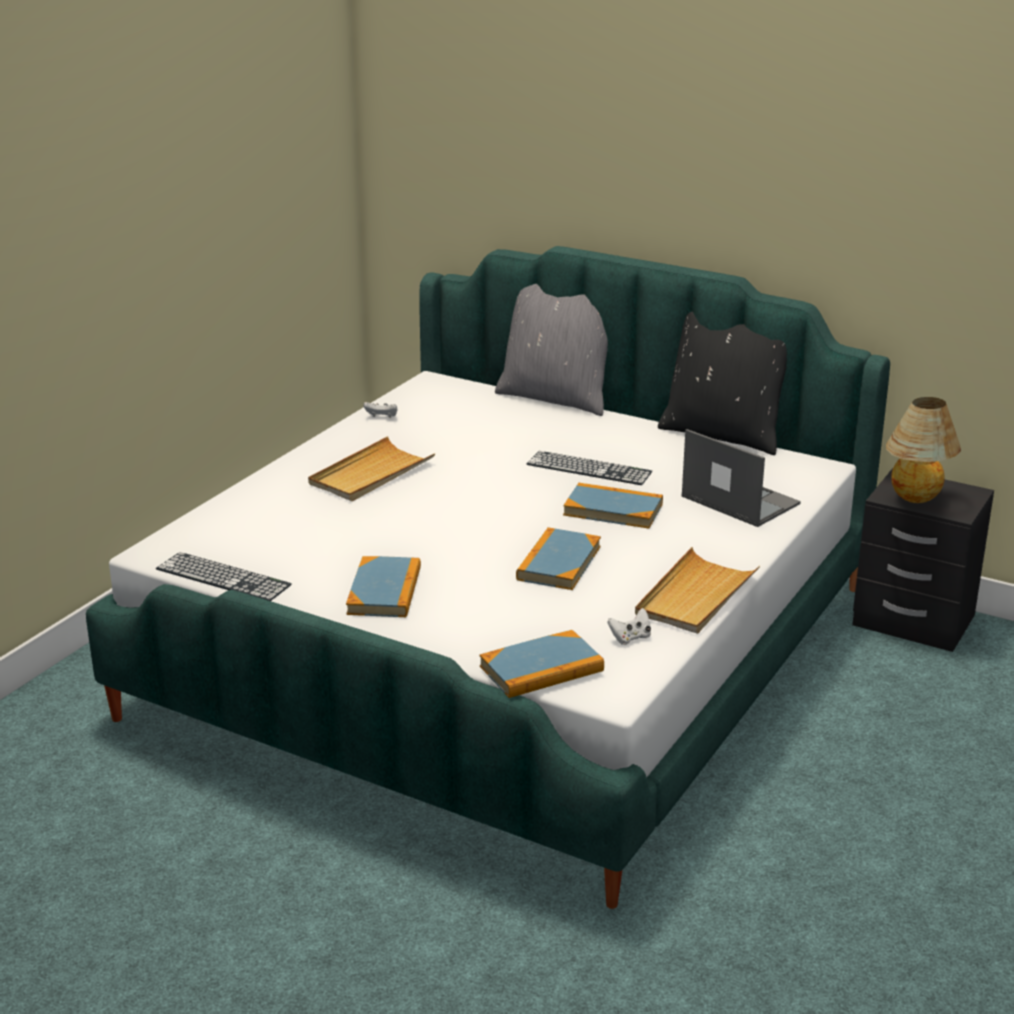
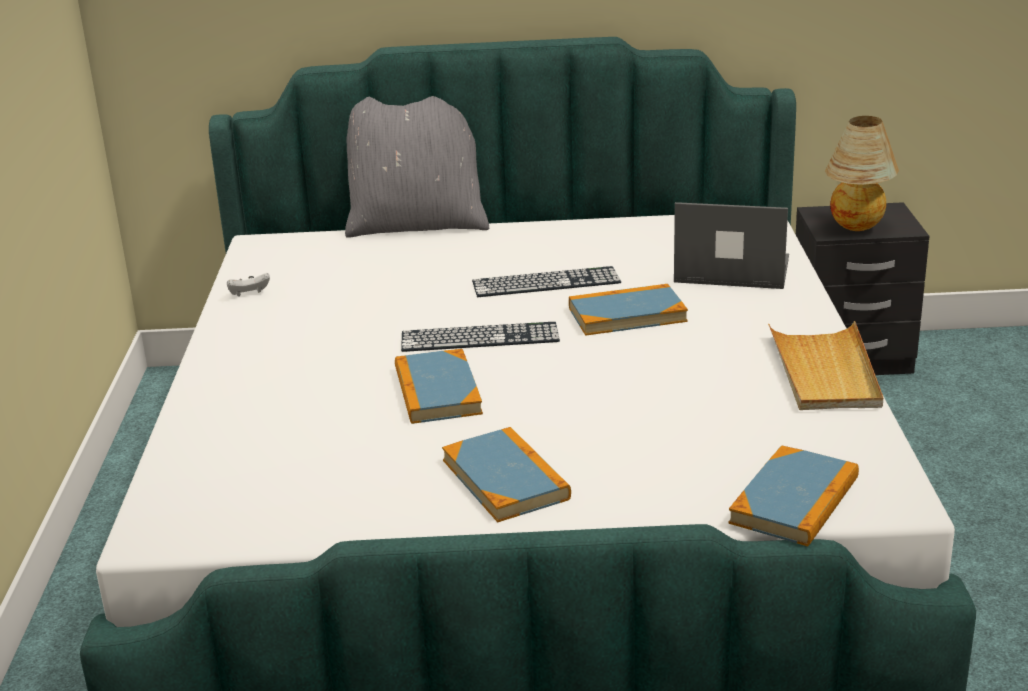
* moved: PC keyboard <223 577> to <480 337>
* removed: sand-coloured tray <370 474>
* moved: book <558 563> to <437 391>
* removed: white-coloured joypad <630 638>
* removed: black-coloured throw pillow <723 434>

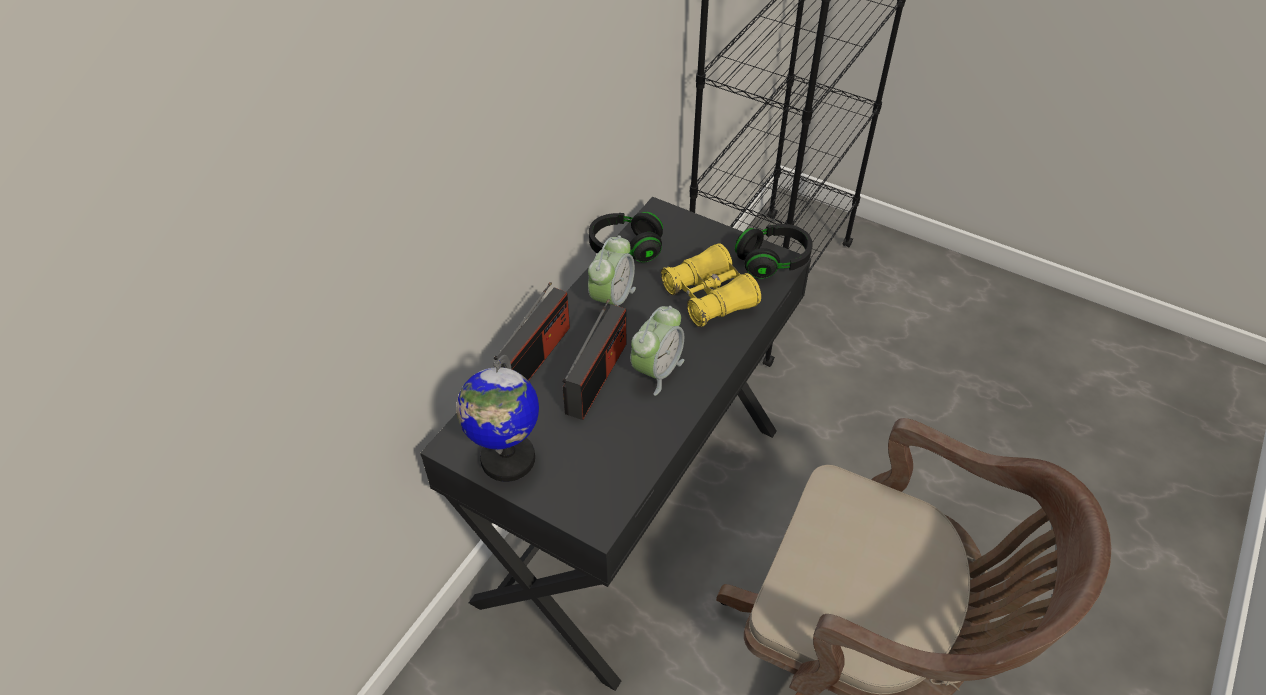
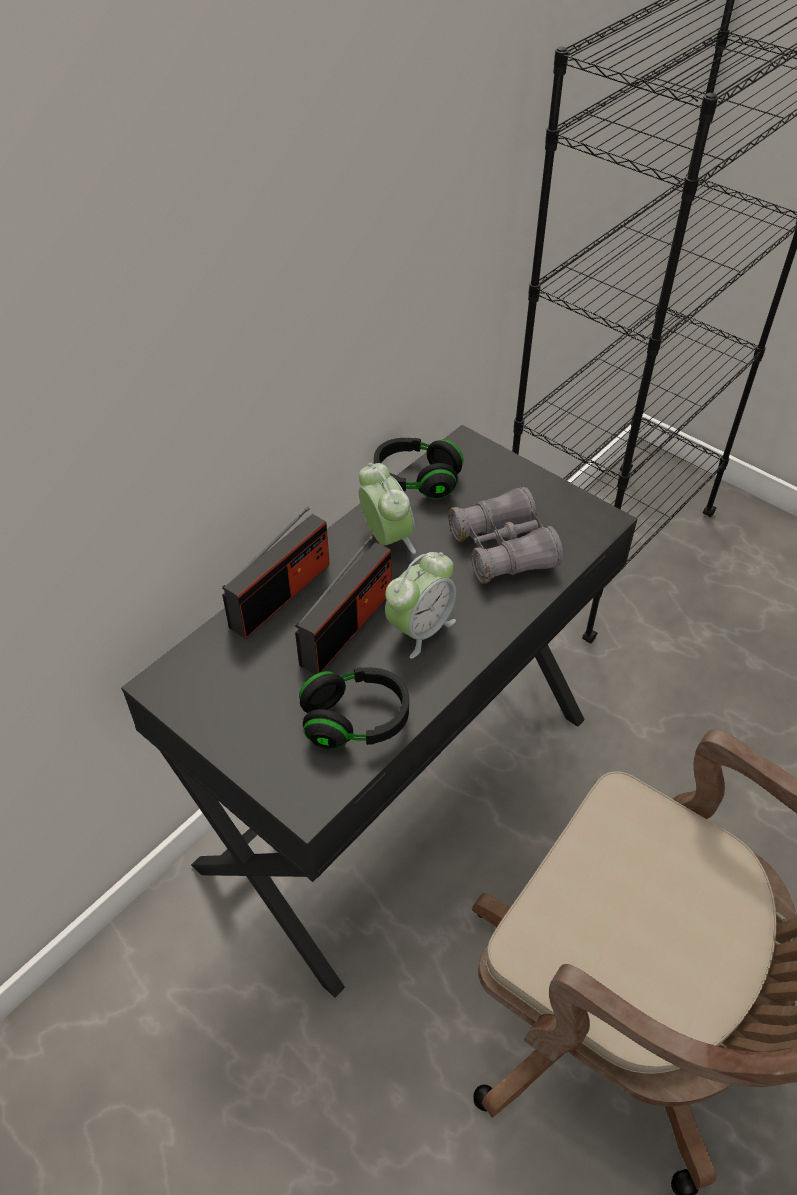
* removed: desk globe <507 459>
* turned: table clock <612 300> = <386 538> 60 degrees counterclockwise
* recoloured: yellow field glasses <709 297> to gray field glasses <503 549>
* moved: black-coloured headphones <773 261> to <356 720>

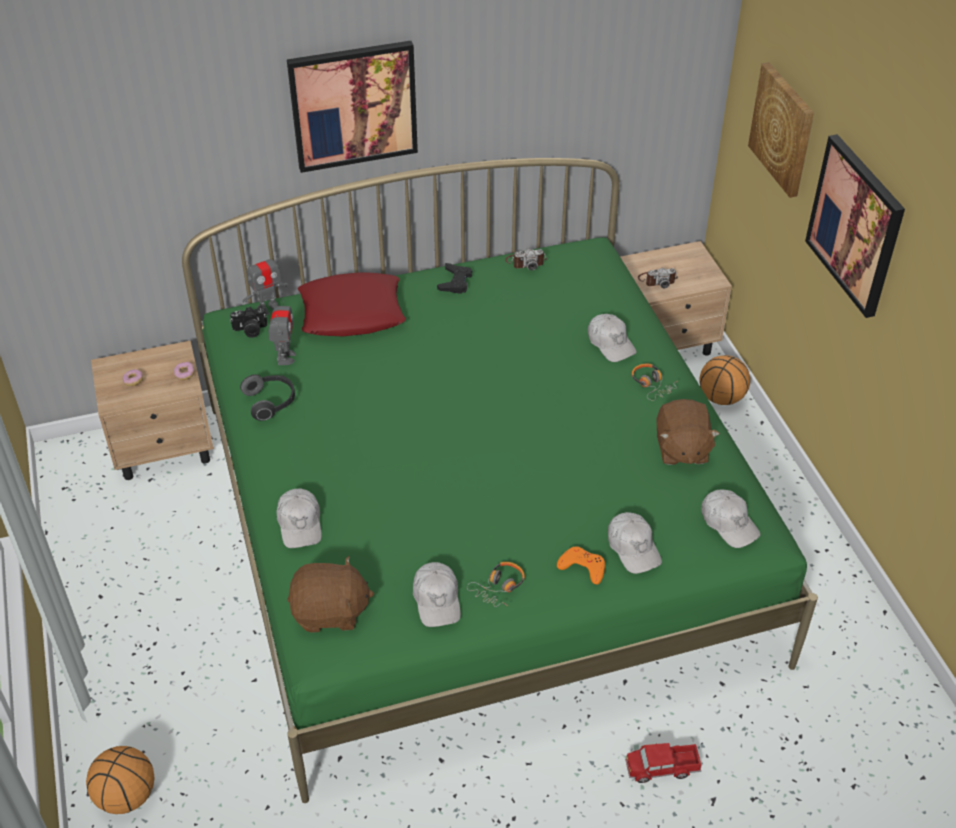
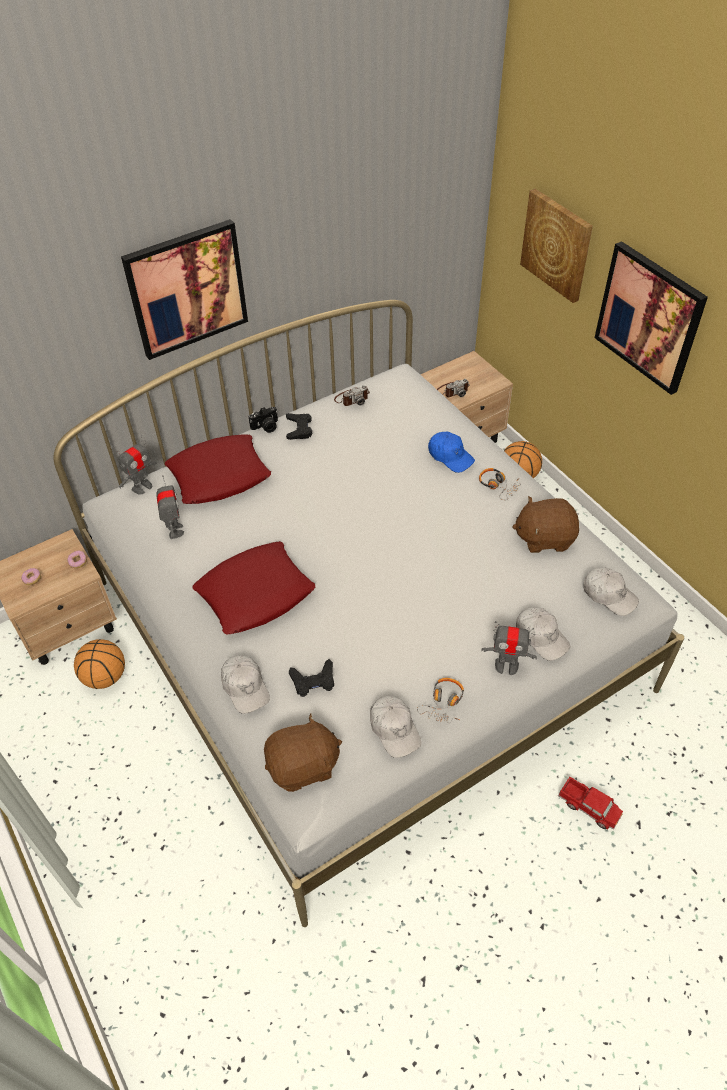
* moved: ball for basketball <127 795> to <106 676>
* recoloured: green sleeping bed <478 527> to white-coloured sleeping bed <365 633>
* moved: still camera <250 330> to <266 427>
* removed: headphones <271 403>
* replaced: orange joypad <582 567> to robot figure <506 666>
* recoloured: white-coloured baseball cap <610 343> to bluish baseball cap <450 456>
* turned: model truck <662 768> = <589 807> 120 degrees counterclockwise
* turned: brown-coloured cuddly toy <681 449> = <544 537> 105 degrees clockwise
* added: reddish throw pillow <255 593>
* added: black-coloured joypad <313 681>

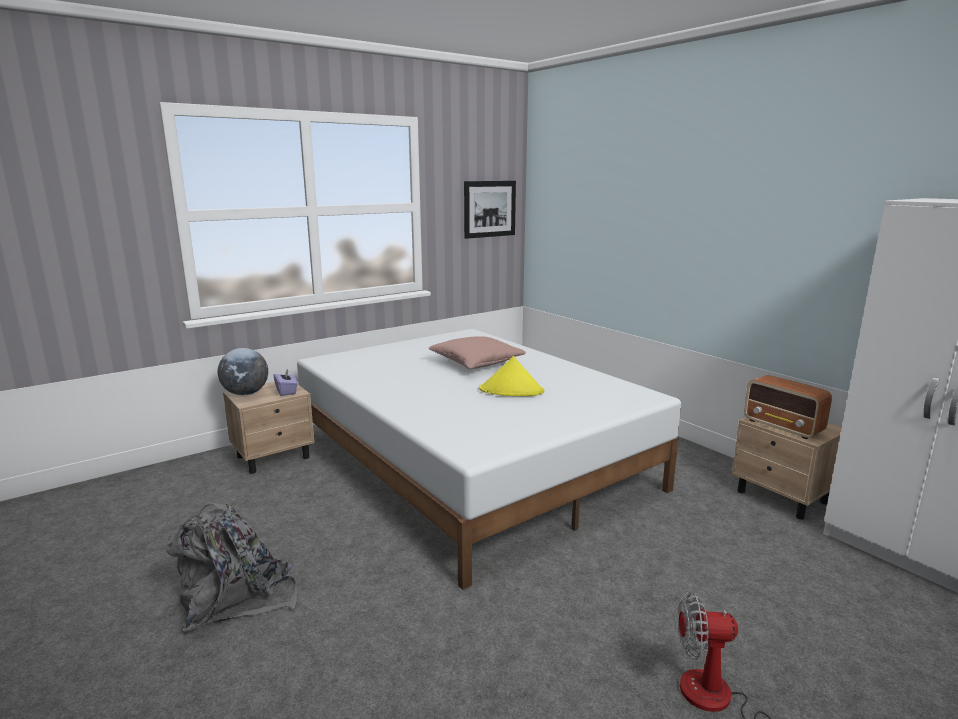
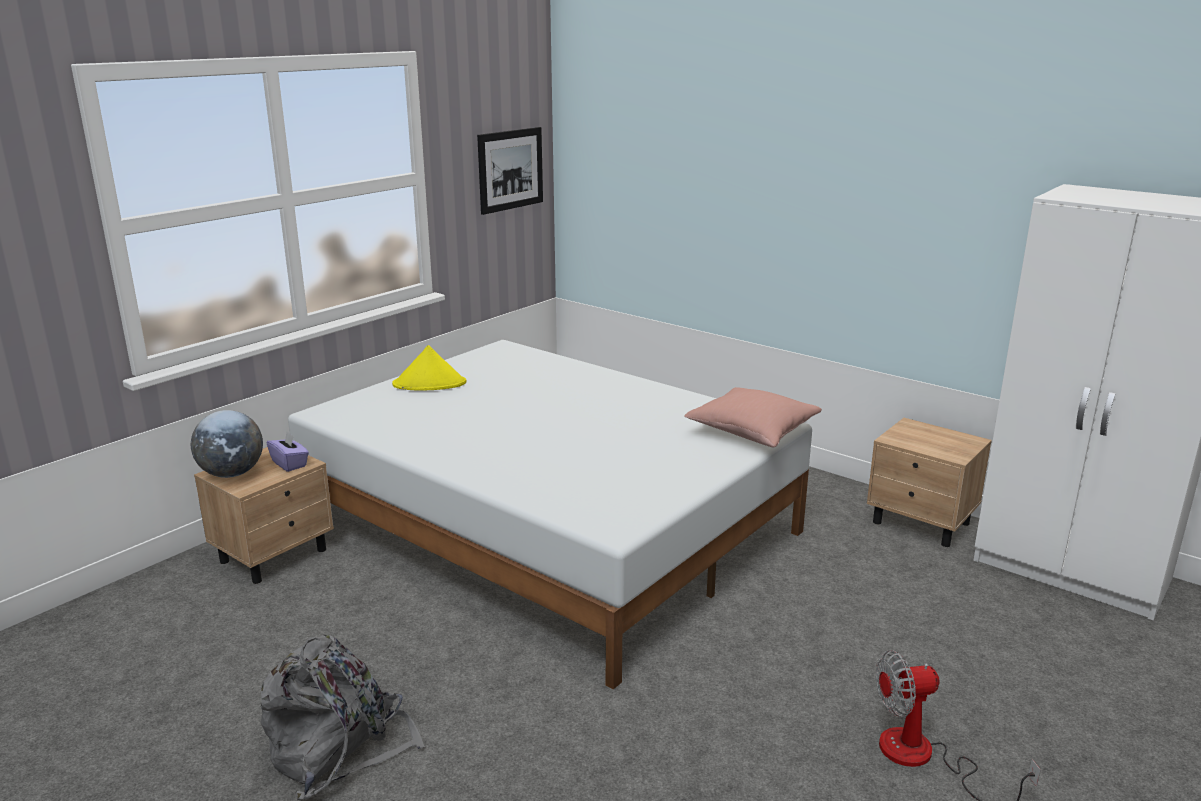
* moved: pink-coloured throw pillow <476 363> to <752 431>
* moved: yellow hat <511 390> to <430 384>
* removed: radio set <783 427>

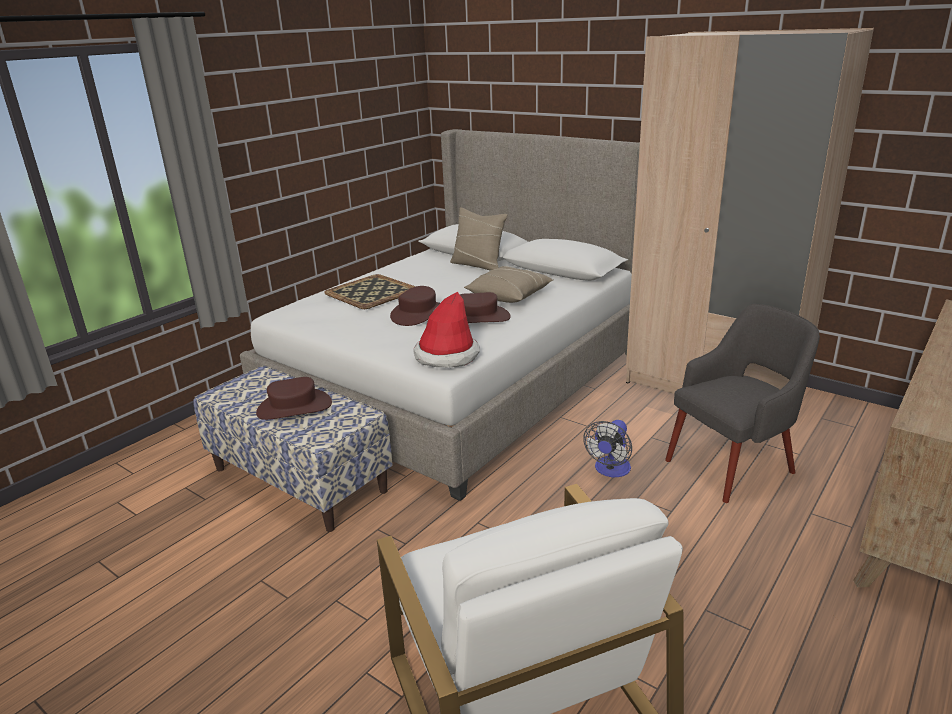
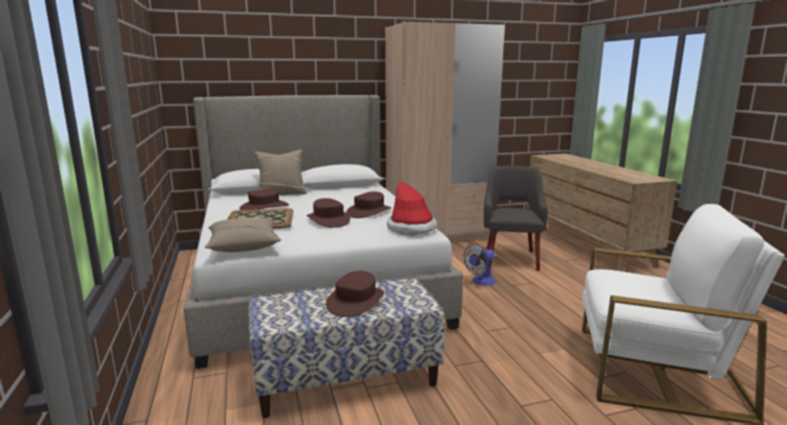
* moved: sand-coloured throw pillow <509 295> to <243 246>
* turned: electric fan <610 470> = <480 282> 75 degrees clockwise
* added: brown-coloured hat <264 207>

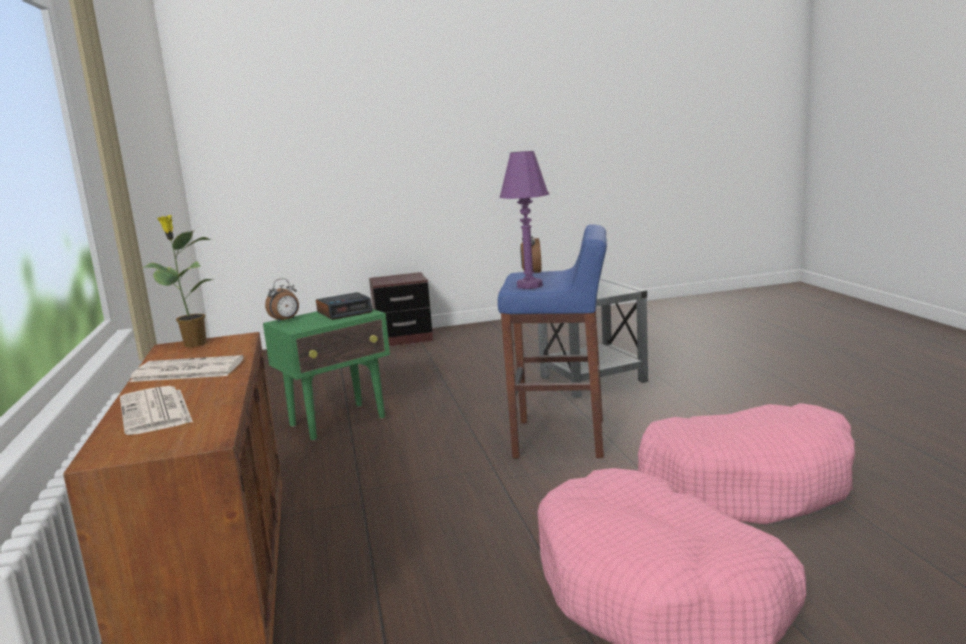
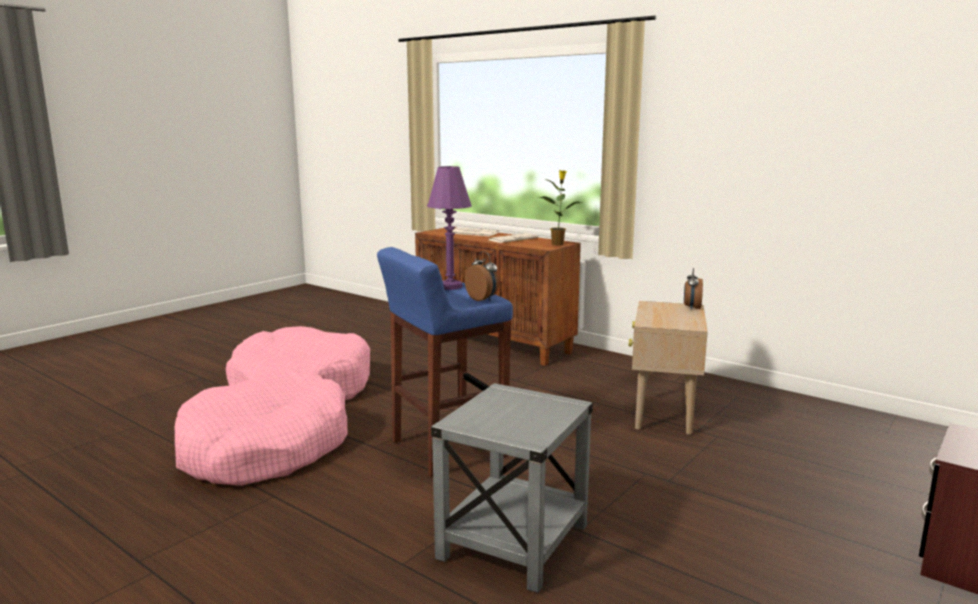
* recoloured: green side table <338 421> to sand-coloured side table <663 416>
* removed: table clock <345 312>

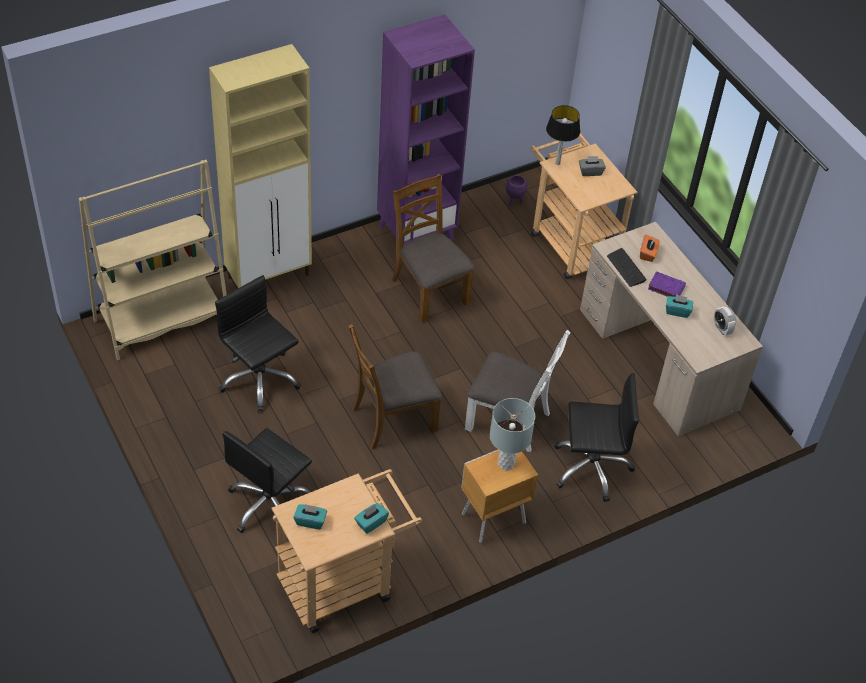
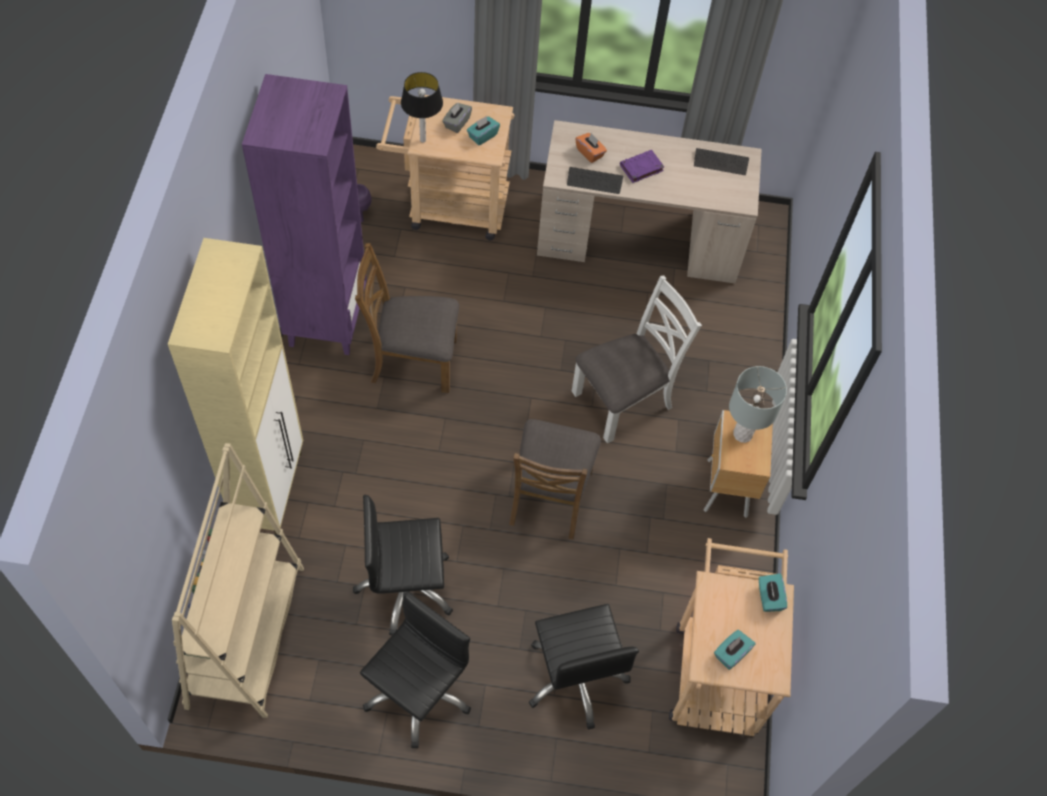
* moved: black-coloured computer chair <591 467> to <417 693>
* moved: turquoise-coloured tissue holder <677 311> to <482 136>
* replaced: table clock <722 329> to PC keyboard <720 162>

